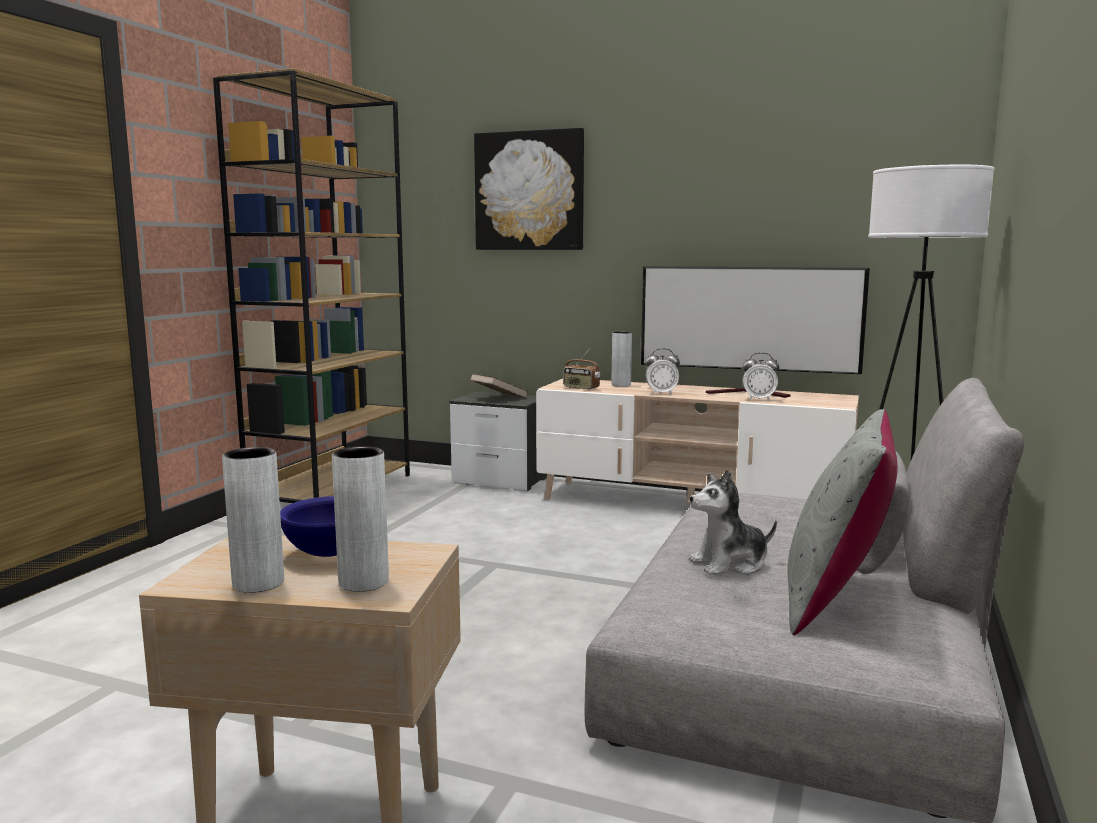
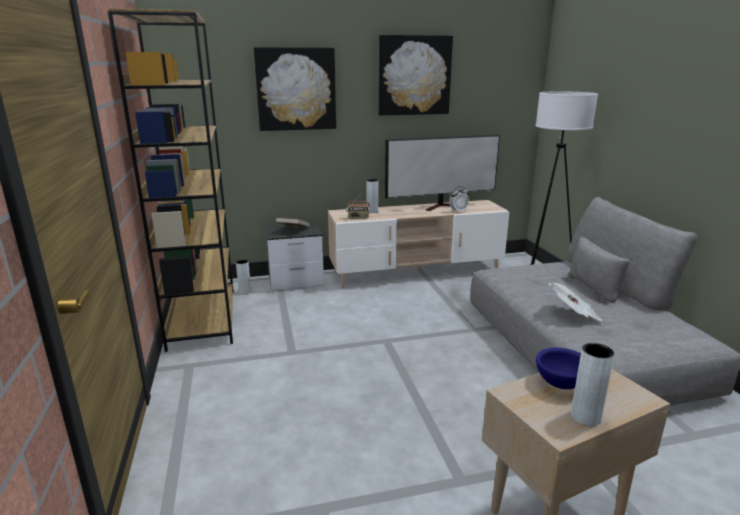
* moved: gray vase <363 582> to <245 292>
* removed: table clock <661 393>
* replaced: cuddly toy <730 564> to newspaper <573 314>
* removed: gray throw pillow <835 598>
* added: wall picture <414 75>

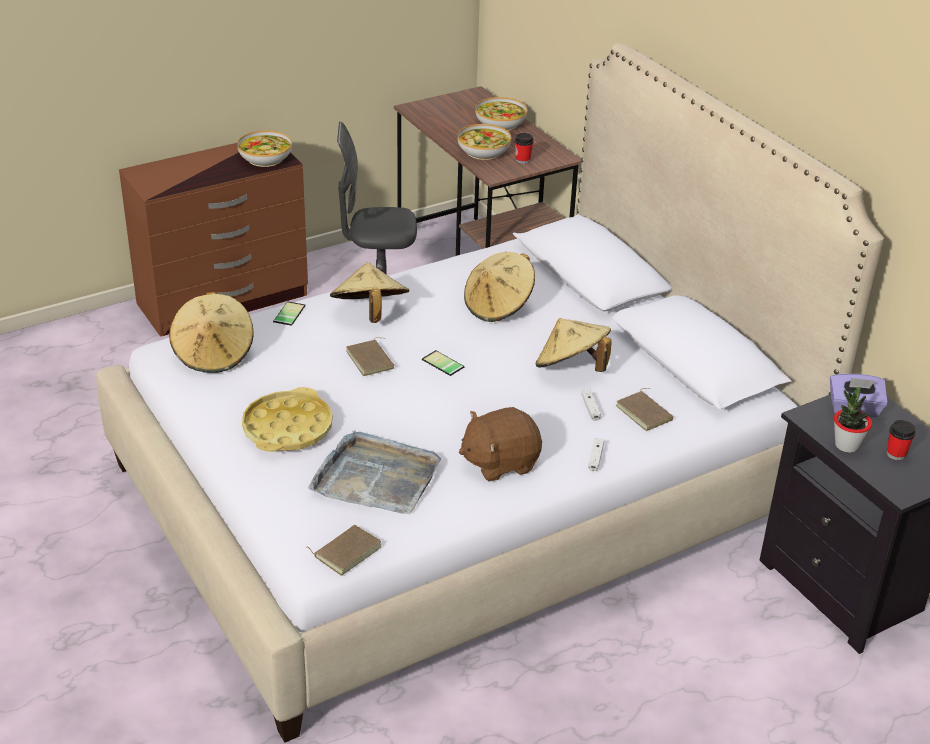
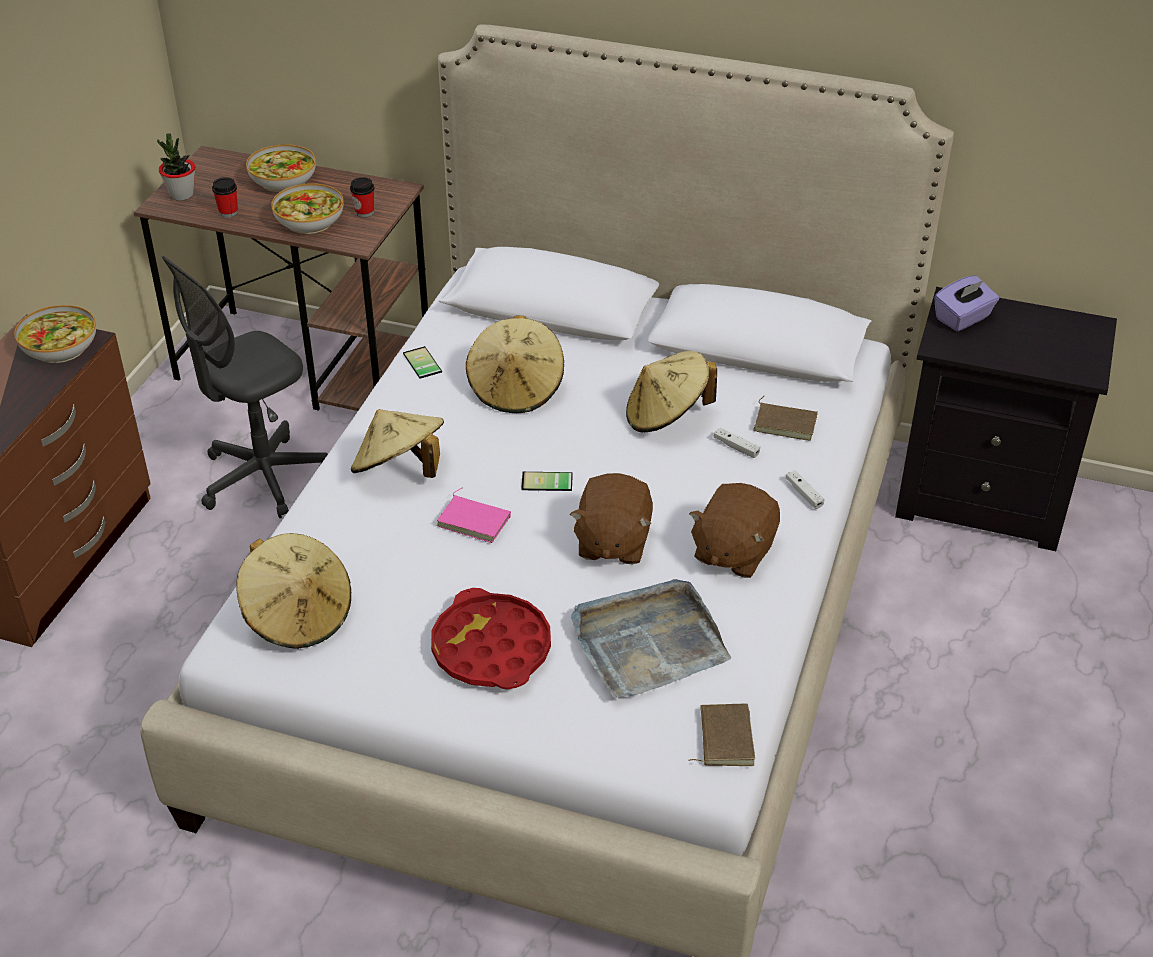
* recoloured: yellow tray <287 428> to reddish tray <491 649>
* moved: handset <287 313> to <419 363>
* recoloured: brown-coloured book <371 360> to pink-coloured book <475 520>
* moved: plant in a pot <846 445> to <181 195>
* moved: cup <896 454> to <228 212>
* added: brown-coloured cuddly toy <612 542>

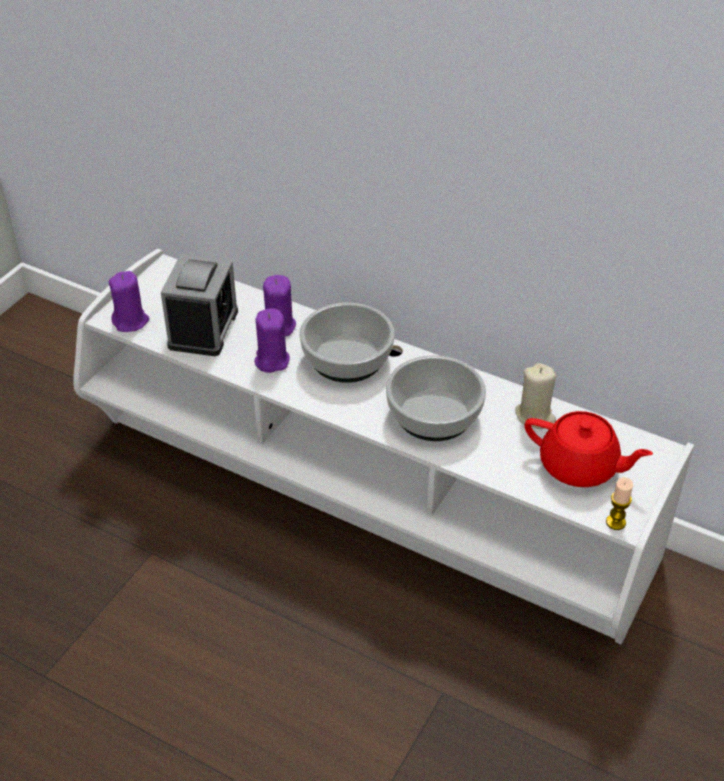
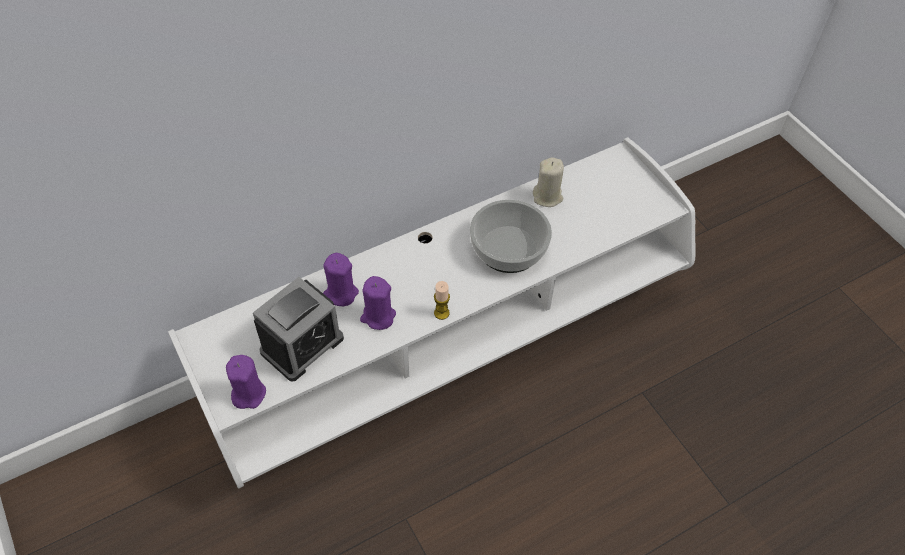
* turned: table clock <203 329> = <302 345> 90 degrees clockwise
* removed: bowl <347 357>
* removed: reddish teapot <580 467>
* moved: candle <615 522> to <441 313>

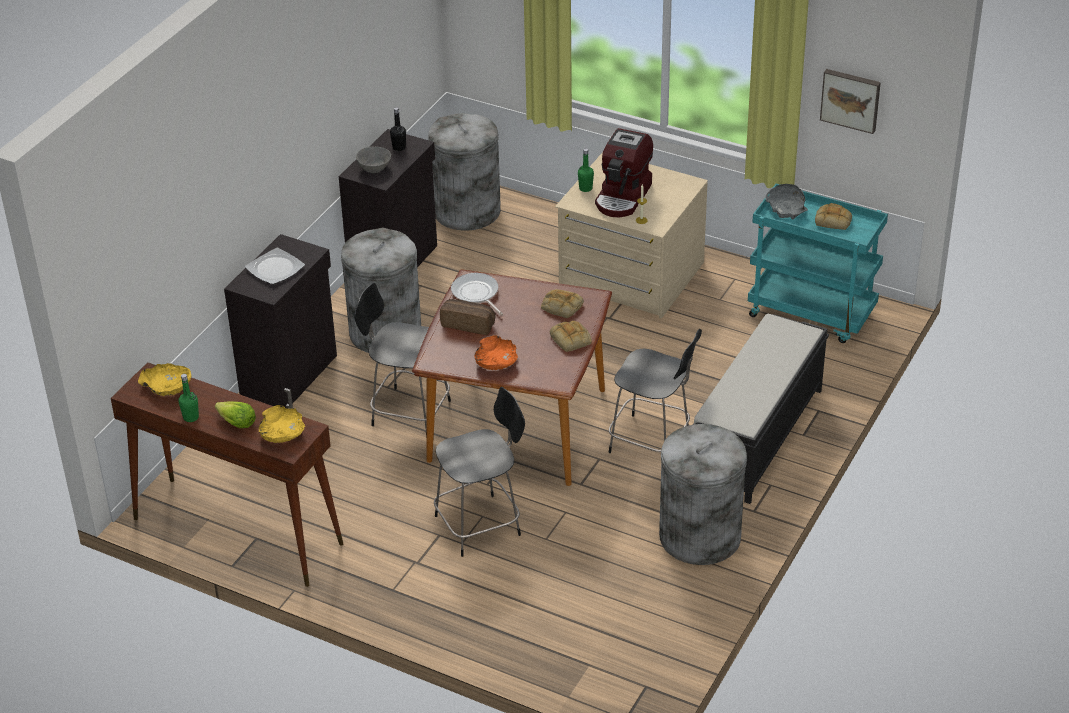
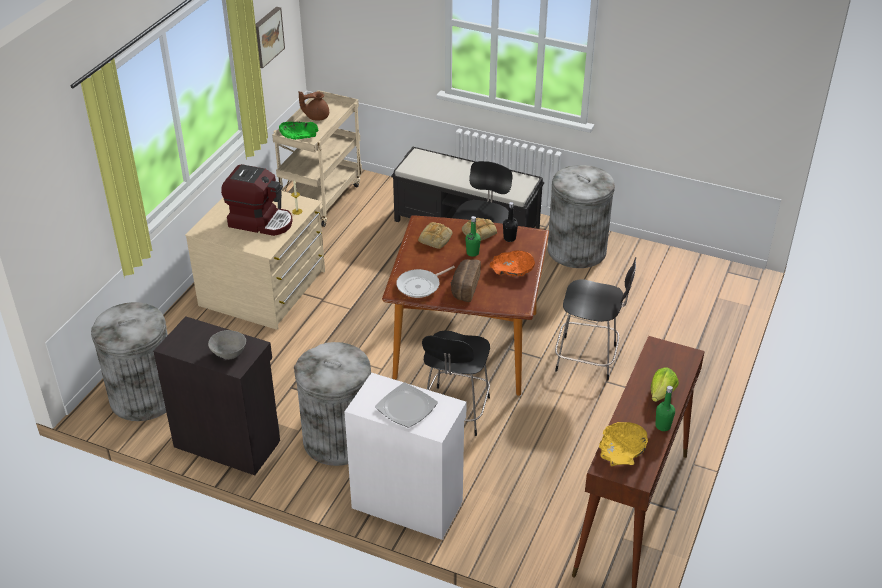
* recoloured: black-coloured cupboard <291 376> to white-coloured cupboard <407 503>
* removed: yellow bowl <282 432>
* moved: black-coloured drink bottle <399 147> to <509 238>
* turned: black-coloured chair <480 524> = <588 358> 135 degrees clockwise
* moved: green drink bottle <585 188> to <472 253>
* recoloured: turquoise-coloured wheeled cart <812 313> to sand-coloured wheeled cart <322 198>
* recoloured: gray bowl <786 208> to green bowl <298 136>
* replaced: bakery bread <834 220> to brown-coloured teapot <316 116>

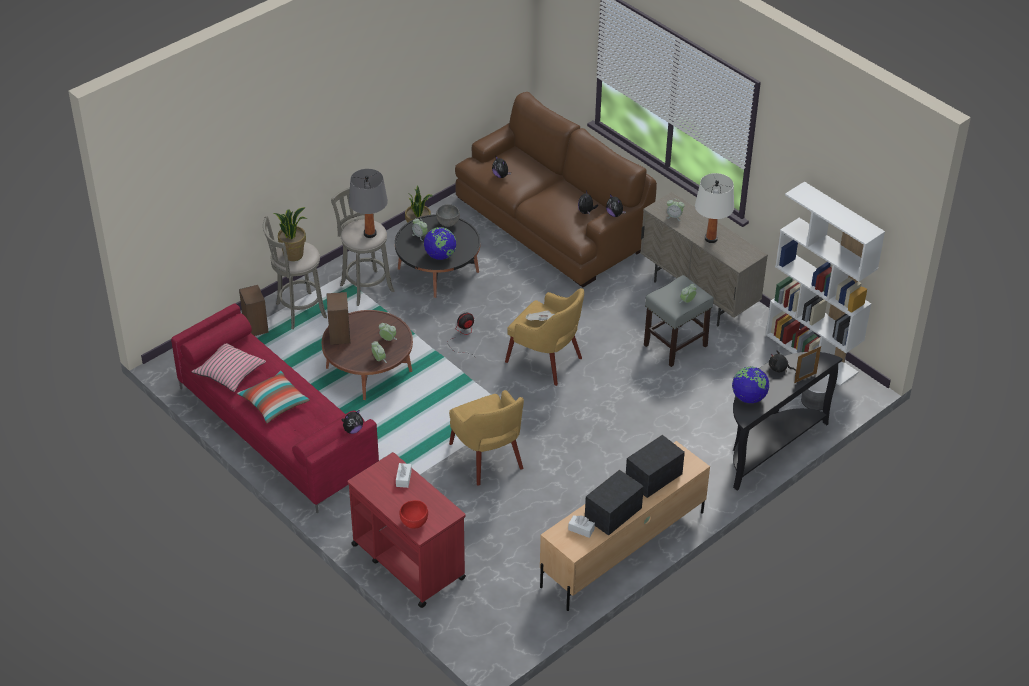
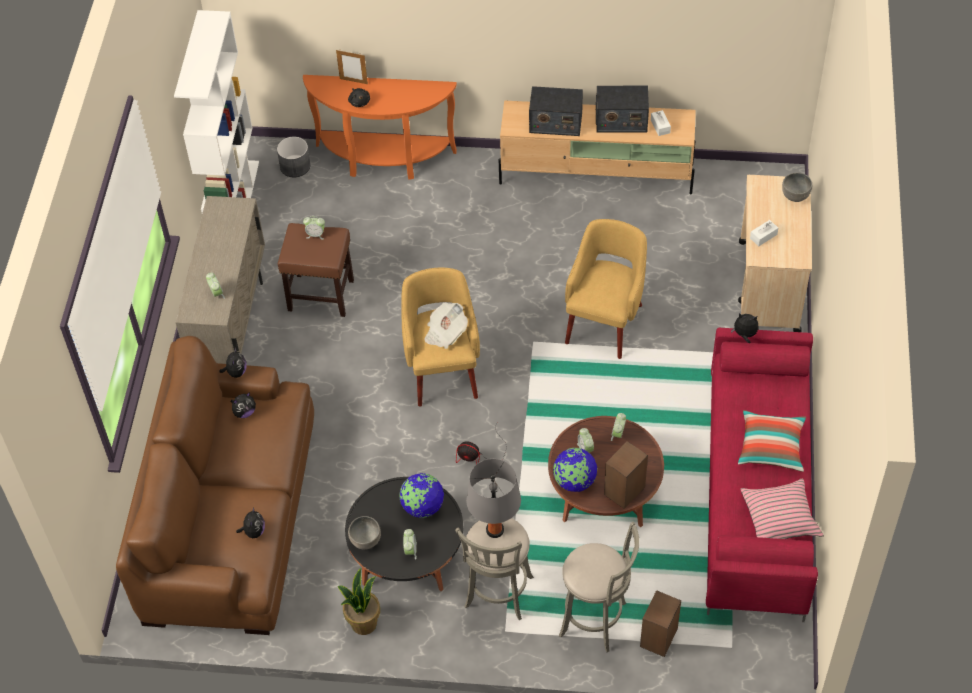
* removed: plant in a pot <293 254>
* recoloured: reddish wheeled cart <407 561> to sand-coloured wheeled cart <768 287>
* recoloured: reddish bowl <414 522> to gray bowl <795 196>
* recoloured: gray sitting stool <675 346> to brown-coloured sitting stool <322 295>
* removed: white-coloured table lamp <711 239>
* moved: desk globe <748 397> to <574 481>
* recoloured: black-coloured hall table <769 447> to orange hall table <384 161>

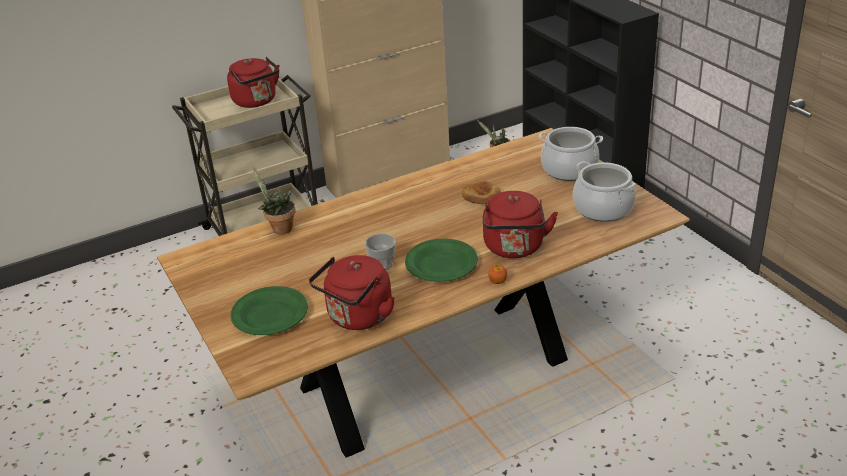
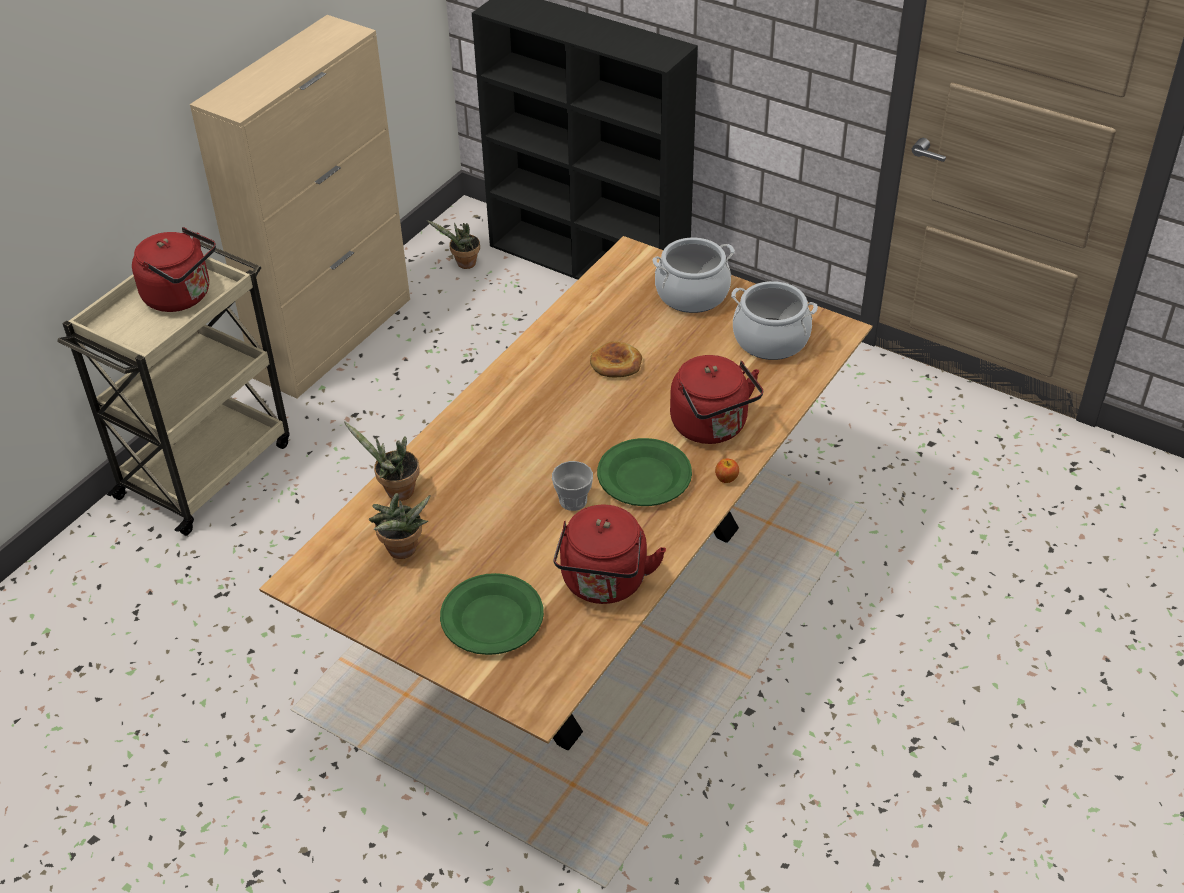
* added: plant in a pot <402 552>

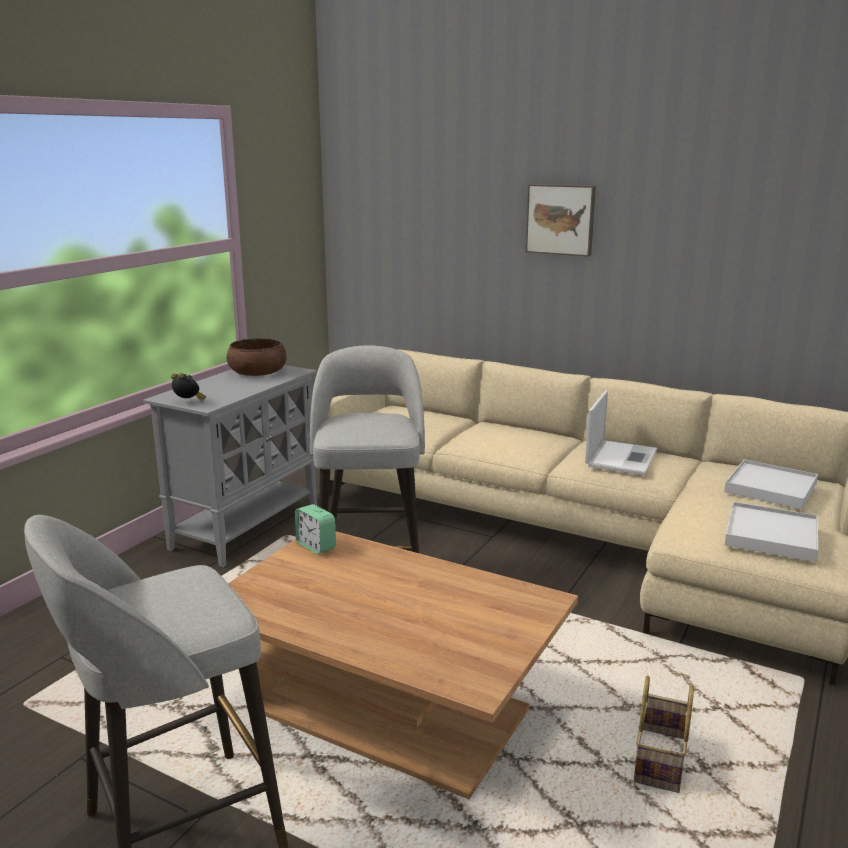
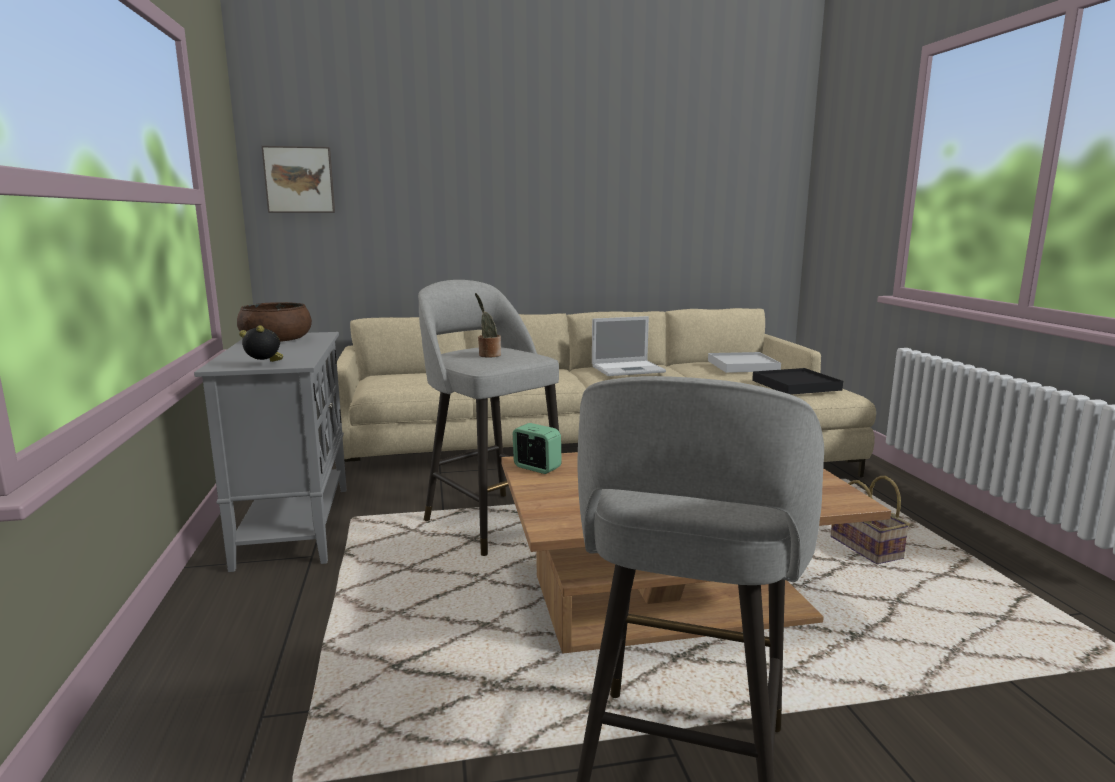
* turned: table clock <316 546> = <536 468> 150 degrees counterclockwise
* moved: wall picture <561 219> to <299 180>
* turned: laptop <621 457> = <629 369> 90 degrees clockwise
* recoloured: white-coloured tray <771 536> to black-coloured tray <796 385>
* added: plant in a pot <488 355>

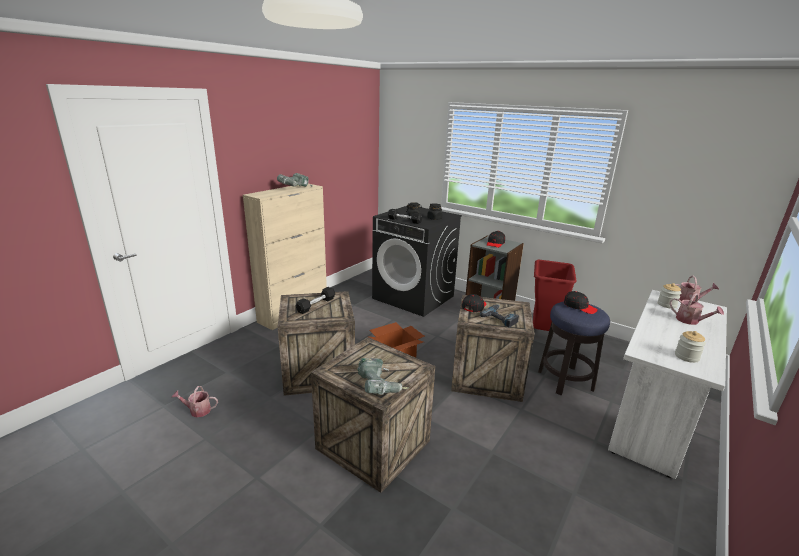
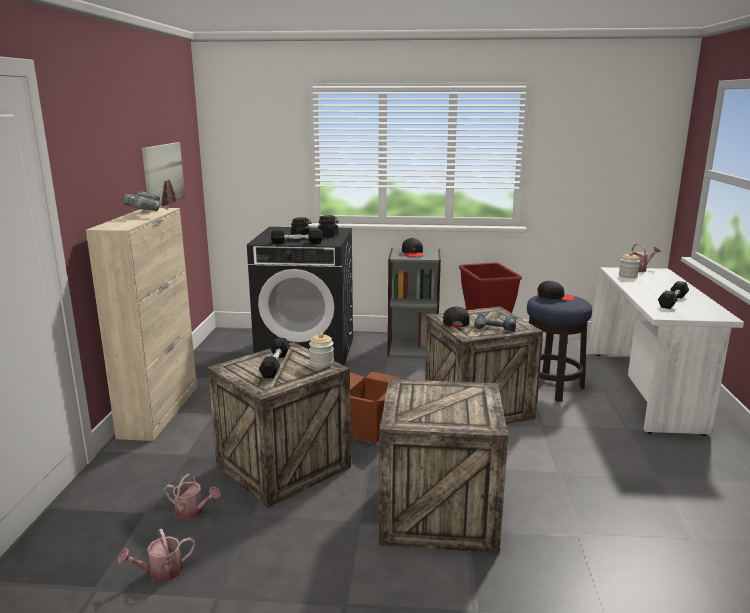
* removed: electric drill <380 387>
* moved: watering pot <690 321> to <193 511>
* moved: storage jar <686 357> to <321 363>
* added: wall picture <163 174>
* added: black-coloured free weight <672 301>

